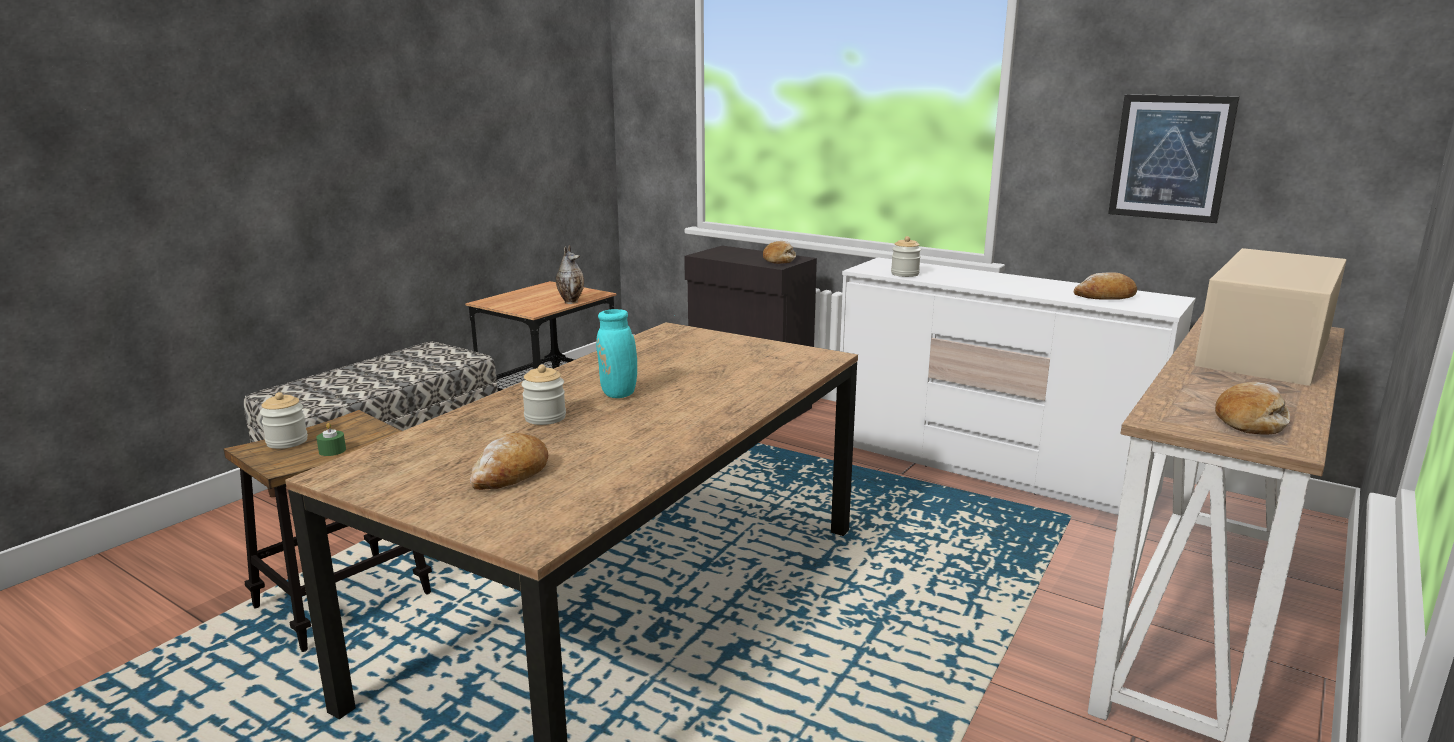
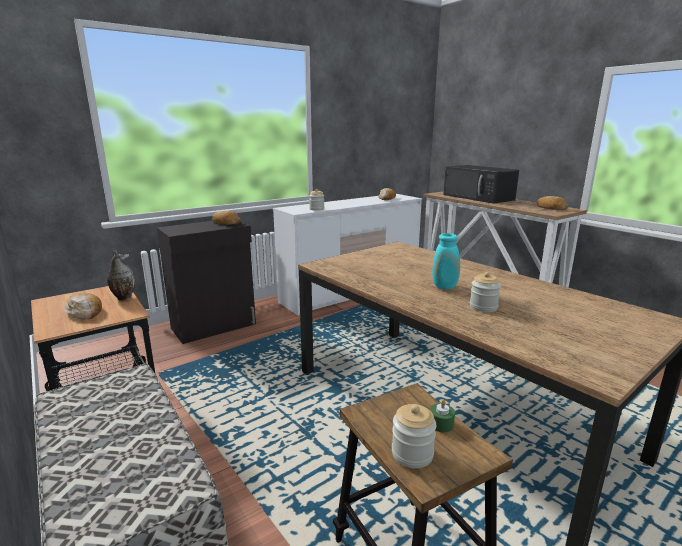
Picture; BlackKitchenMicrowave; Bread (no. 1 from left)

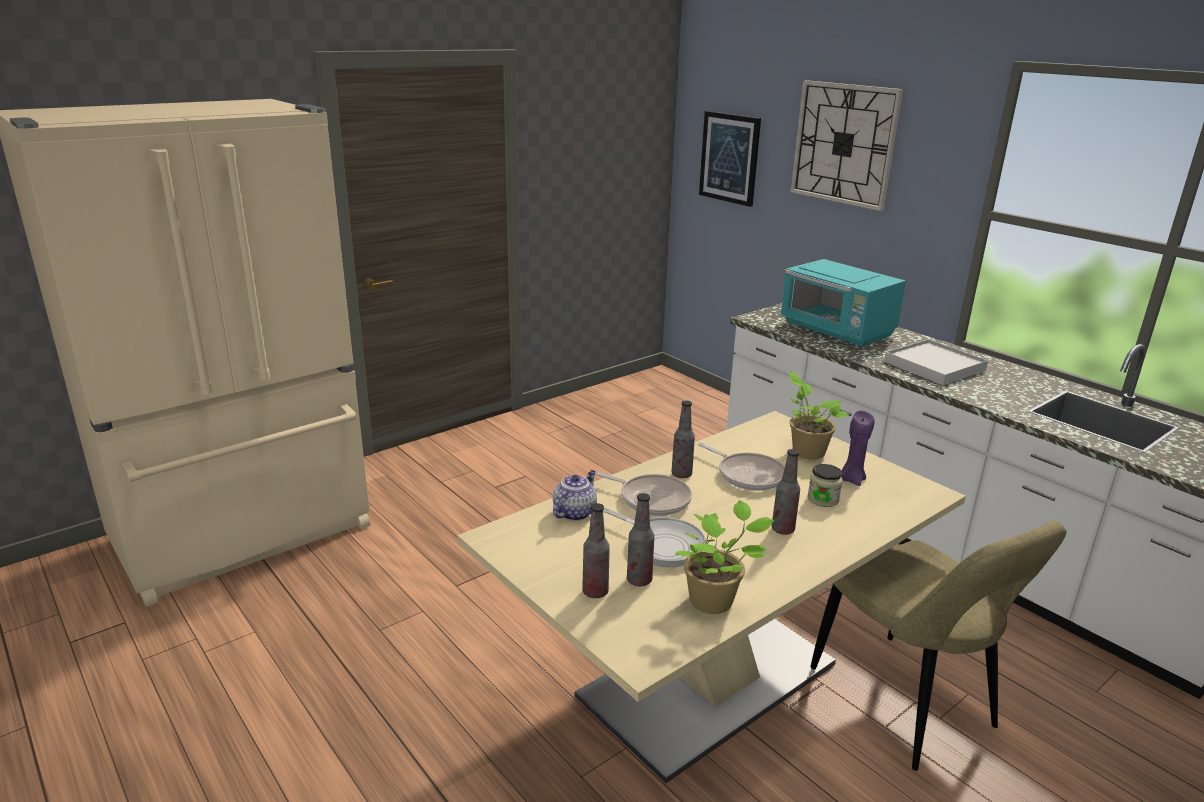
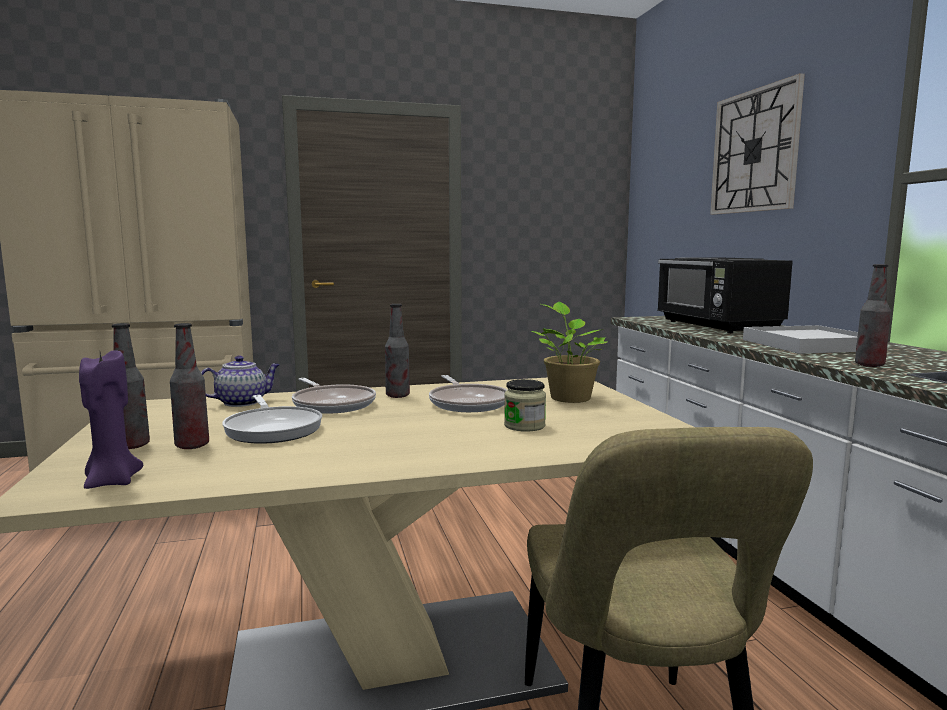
Picture; BlackKitchenMicrowave; PurpleCandle; DrinkBottle (no. 4 from left); PlantInAPot (no. 1 from left in the first image)

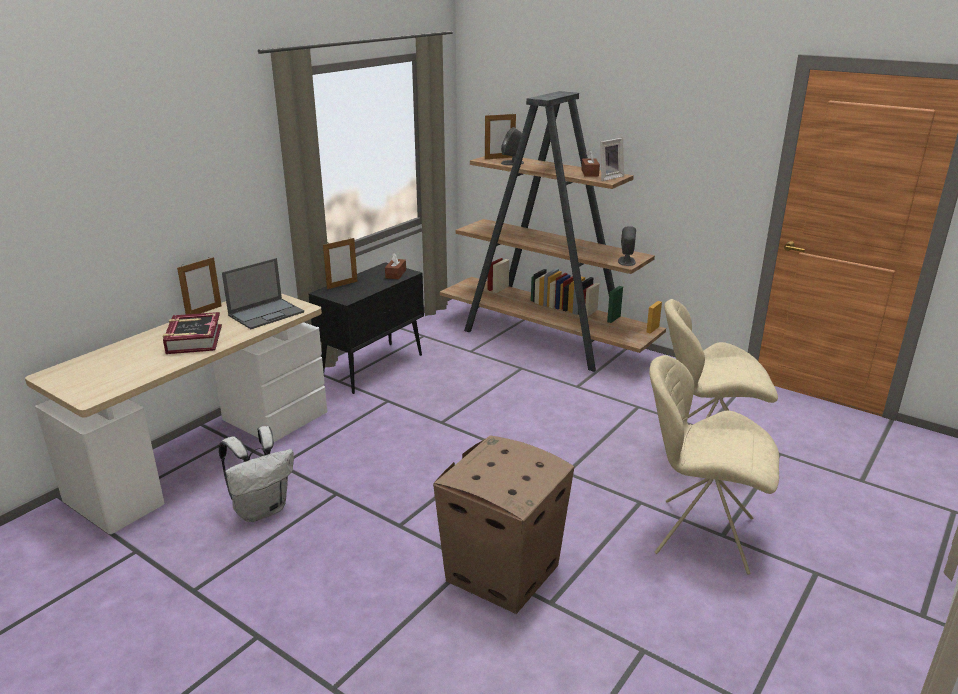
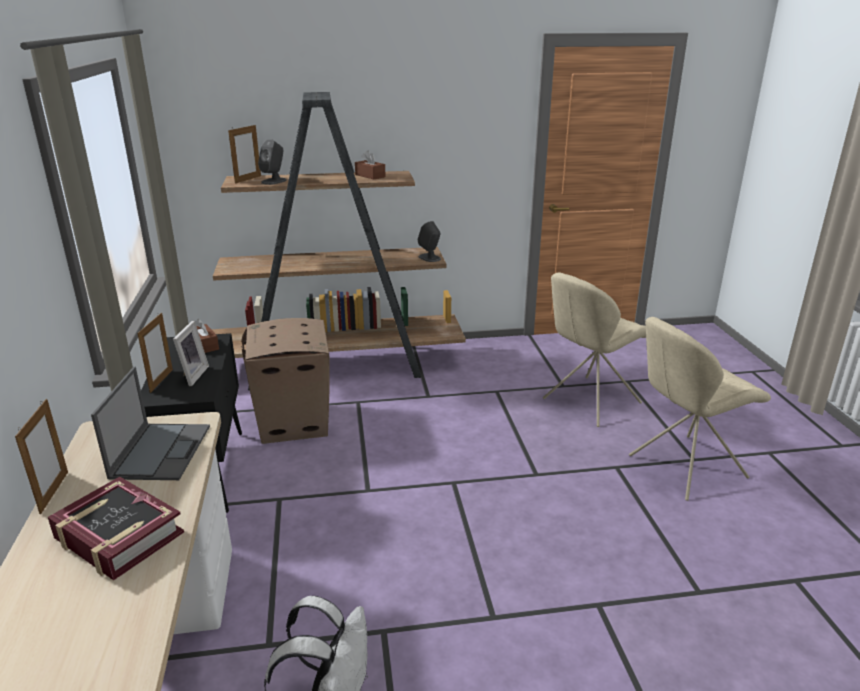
PhotoFrame (no. 3 from left); CardboardBox

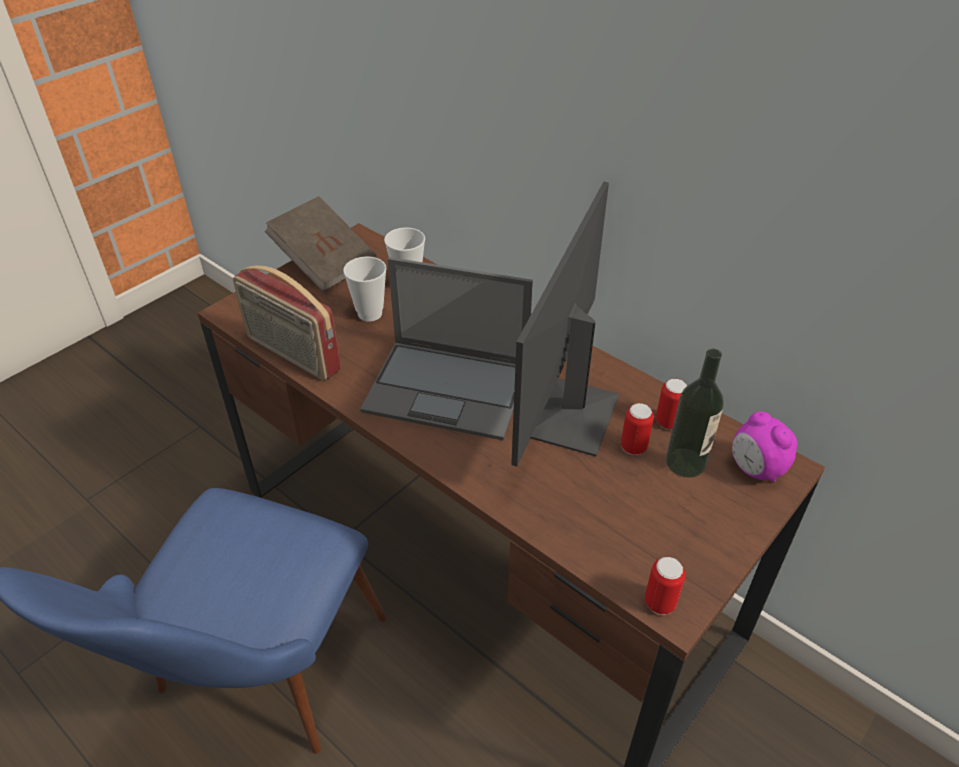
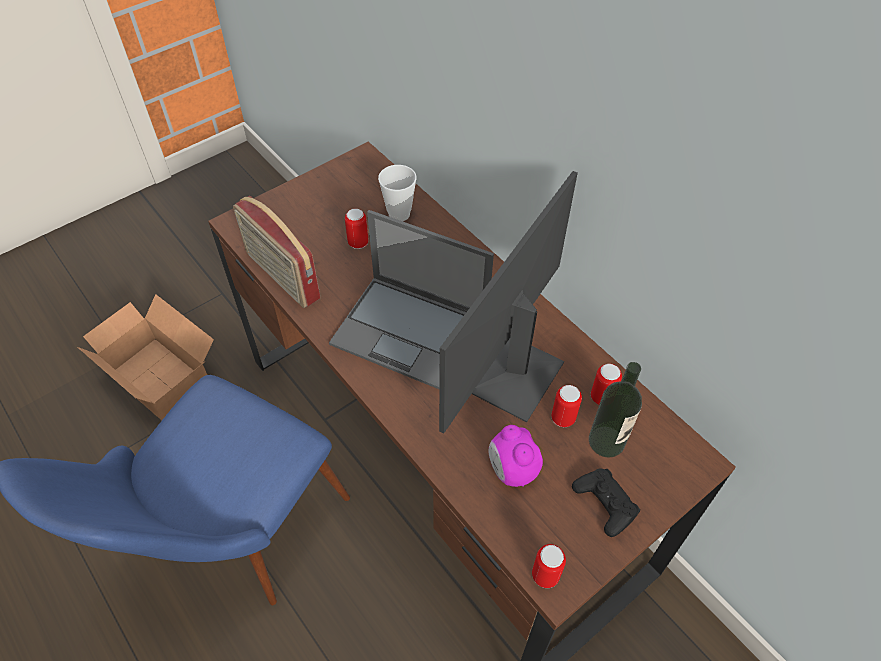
BrownBoundBook; Can (no. 1 from left); TableClock; CardboardBox; BlackJoypad

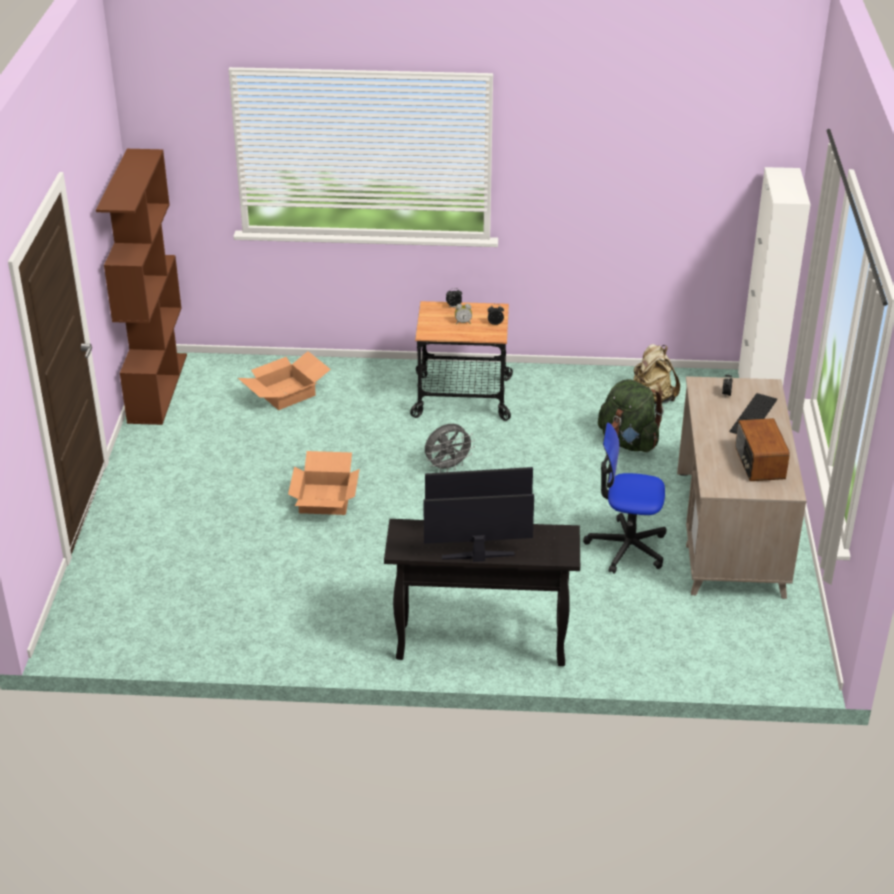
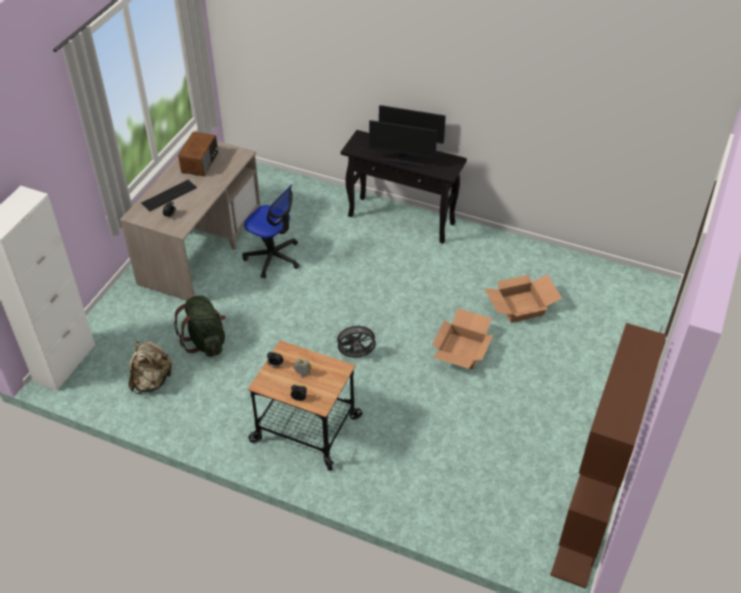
CardboardBox (no. 2 from left)

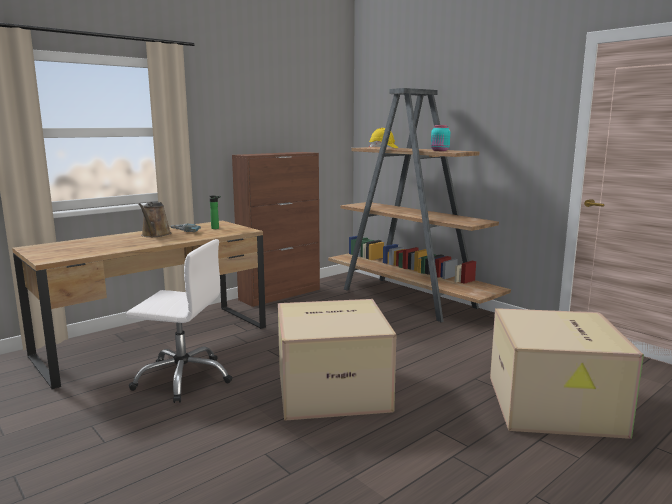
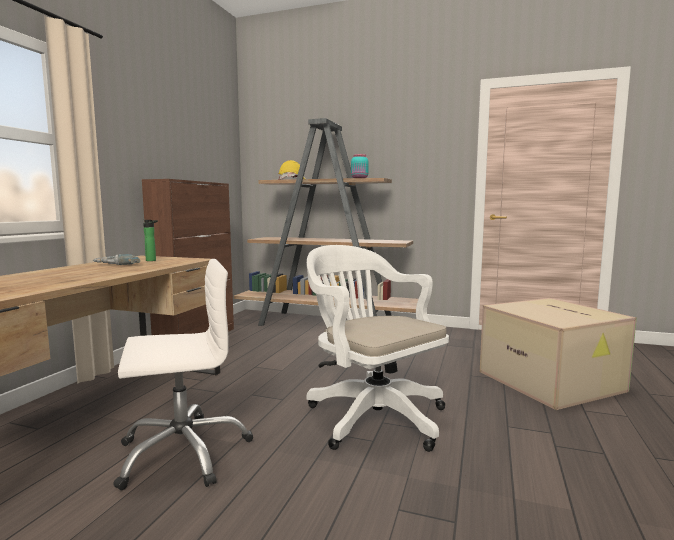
BrownSprinklingCan; WhiteColouredOfficeChair (no. 2 from left)

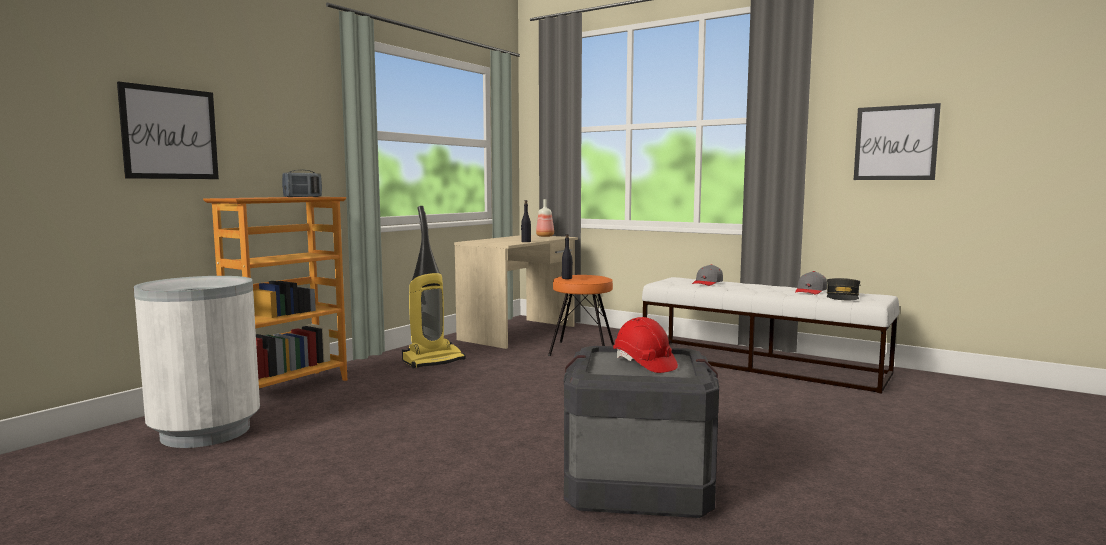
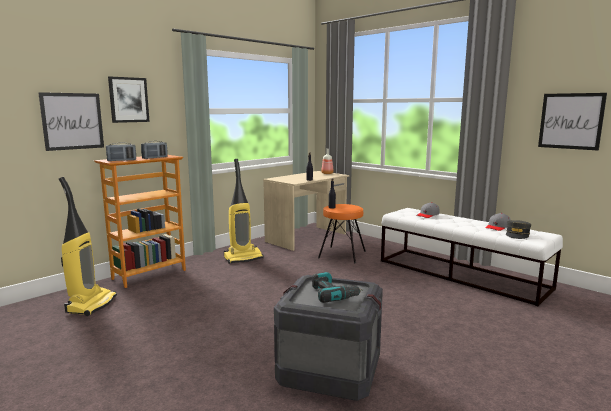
VacuumCleaner (no. 1 from left); Drill; Picture (no. 2 from left); RadioReceiver (no. 1 from left)

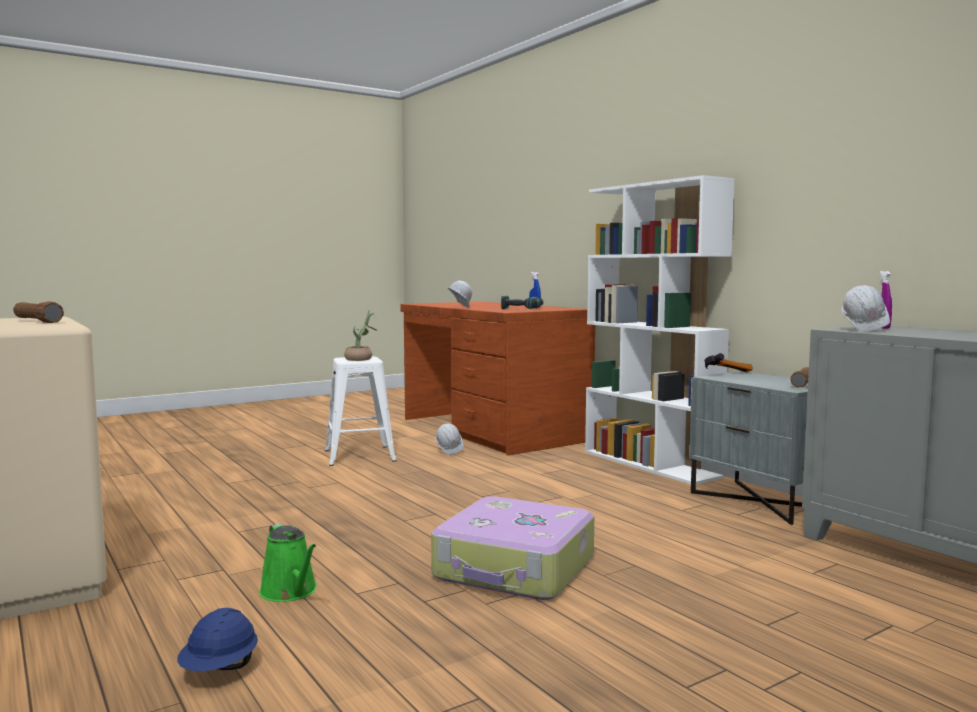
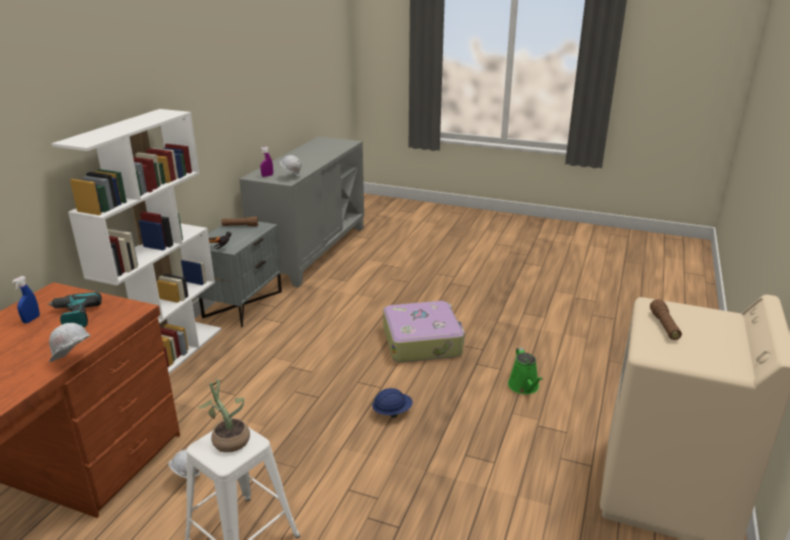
GreenishSprinklingCan; BlueColouredWorkHelmet

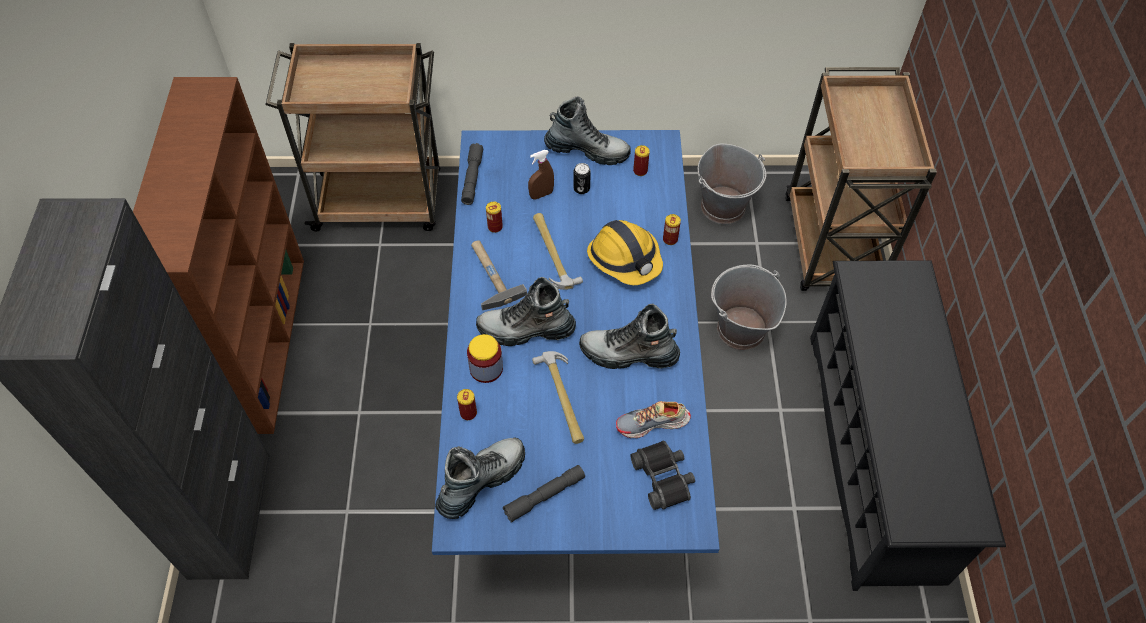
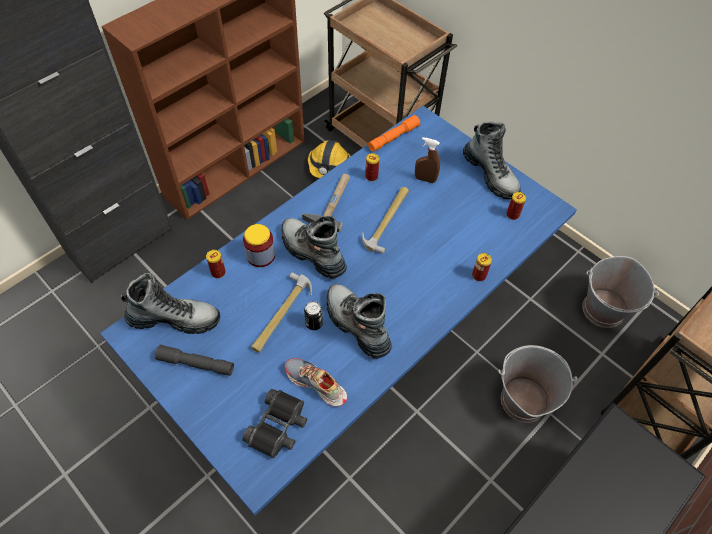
OrangeyFlashlight; Can (no. 2 from left); WorkHelmet

